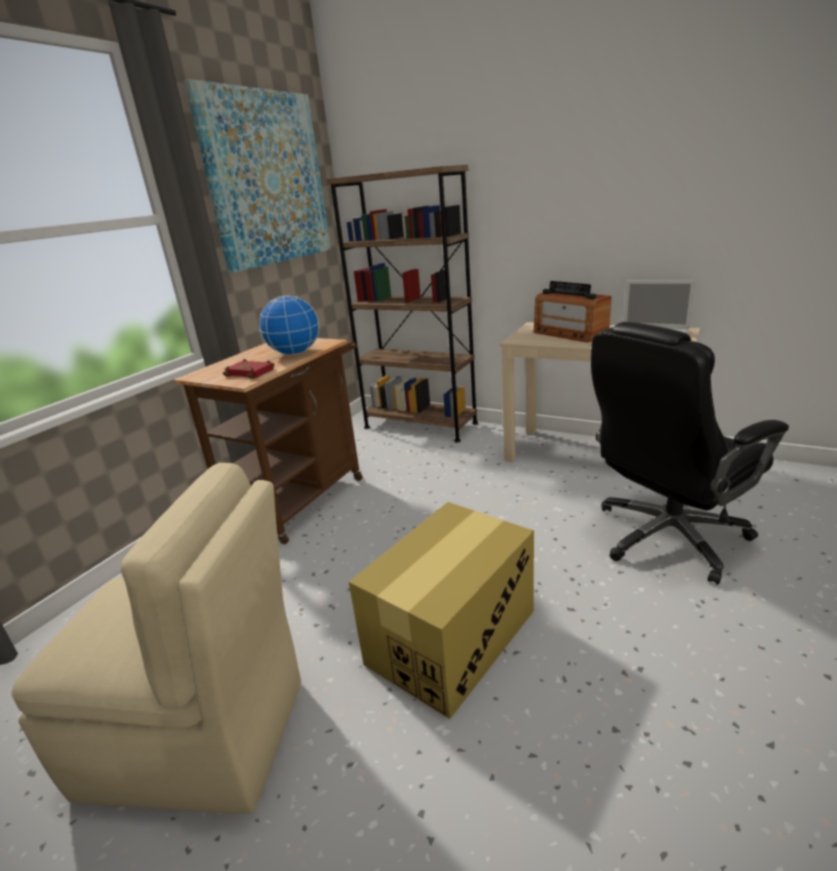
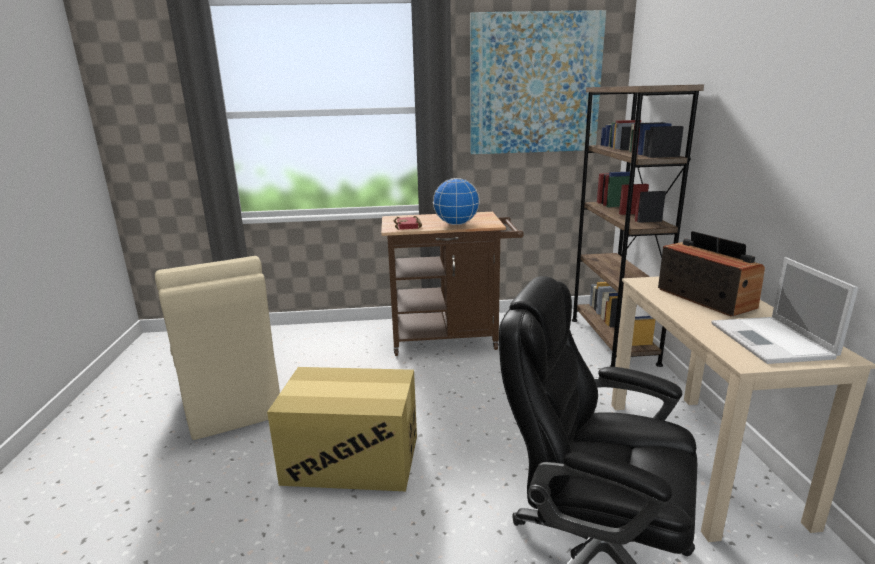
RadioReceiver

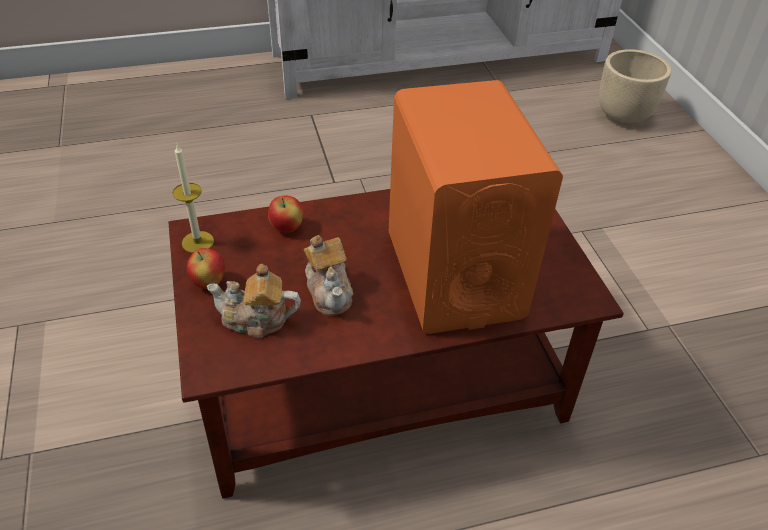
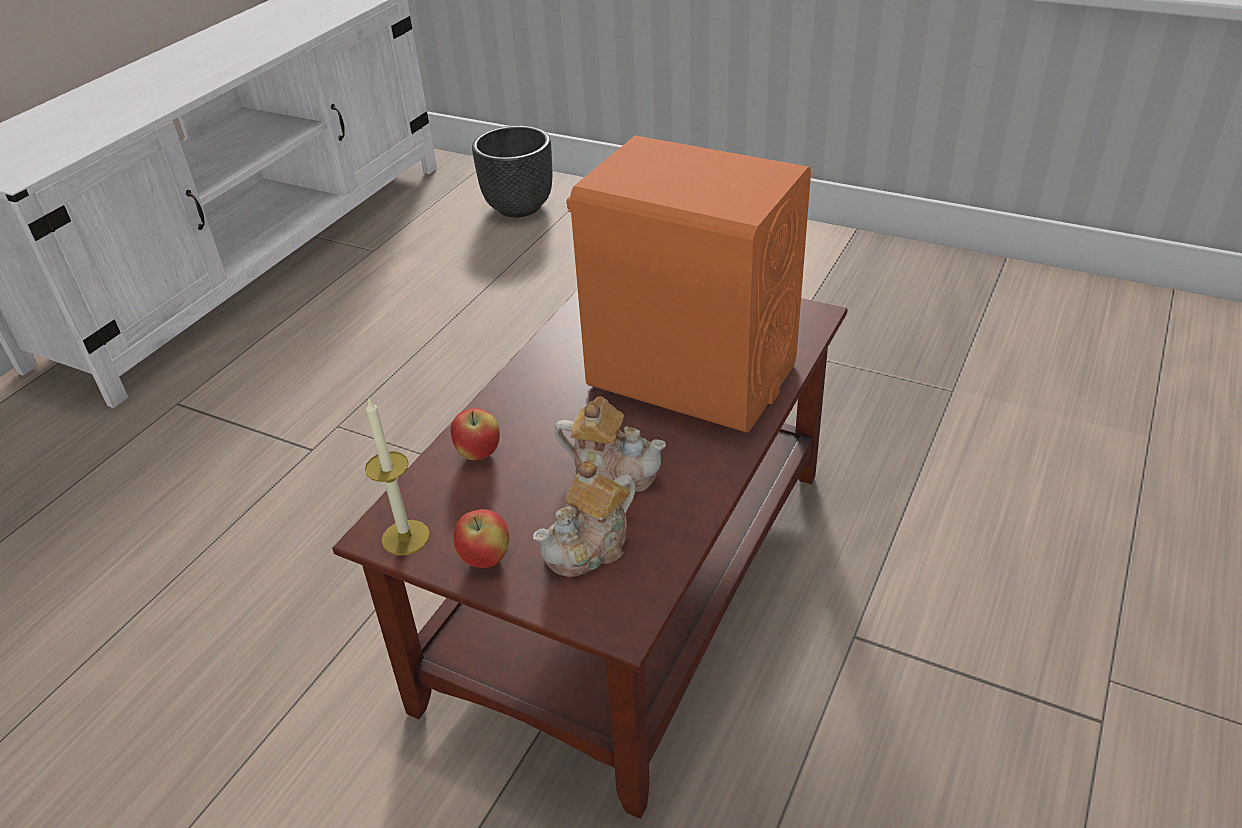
BlackPlantPot

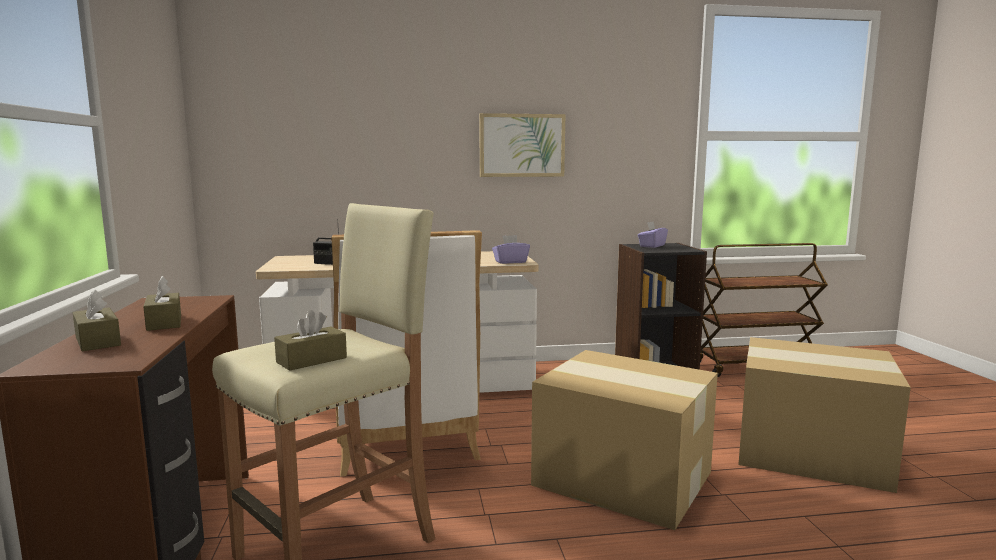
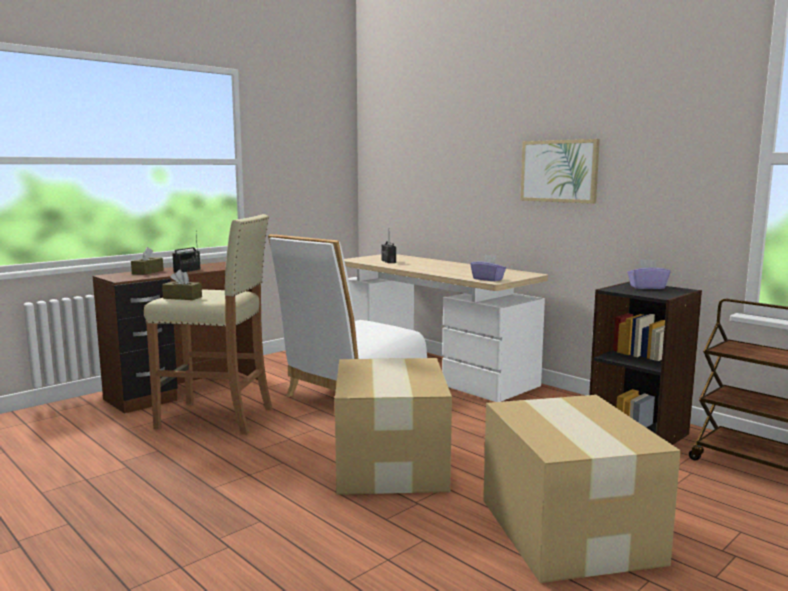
RadioReceiver (no. 1 from left)

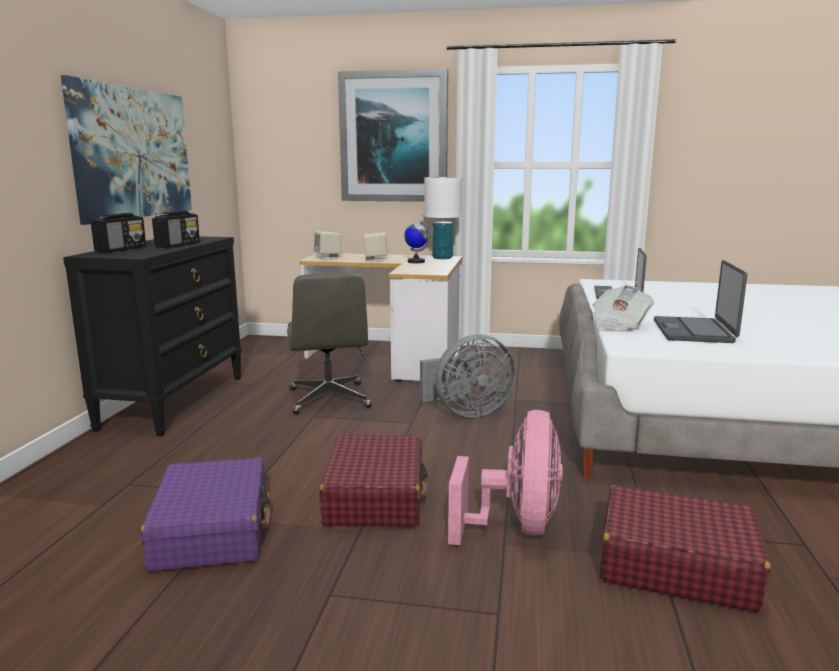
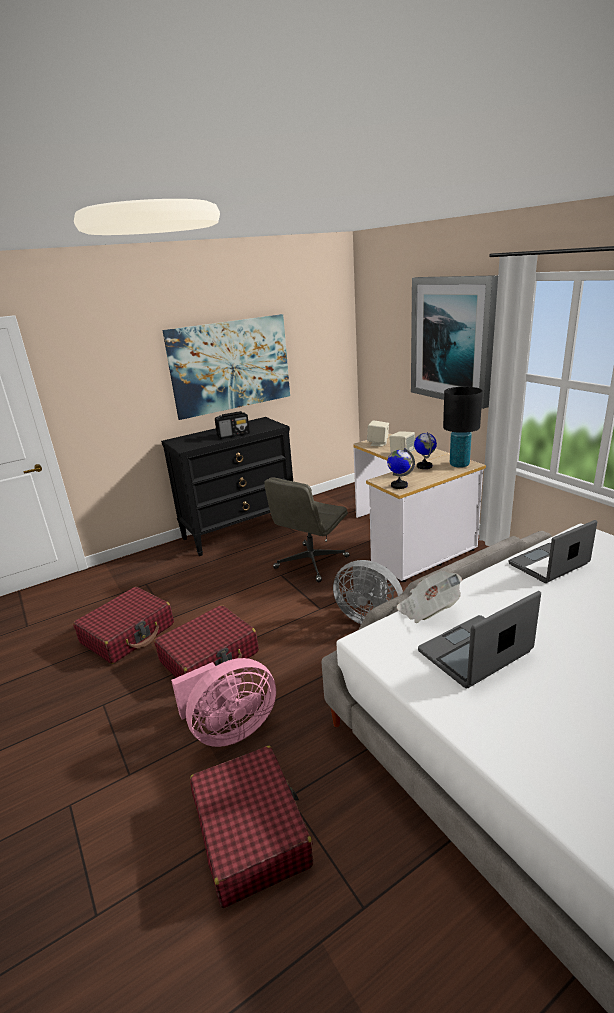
BlackTabletopLamp; RadioReceiver (no. 1 from left in the first image); ReddishSuitcase (no. 1 from left); Globe (no. 1 from left)

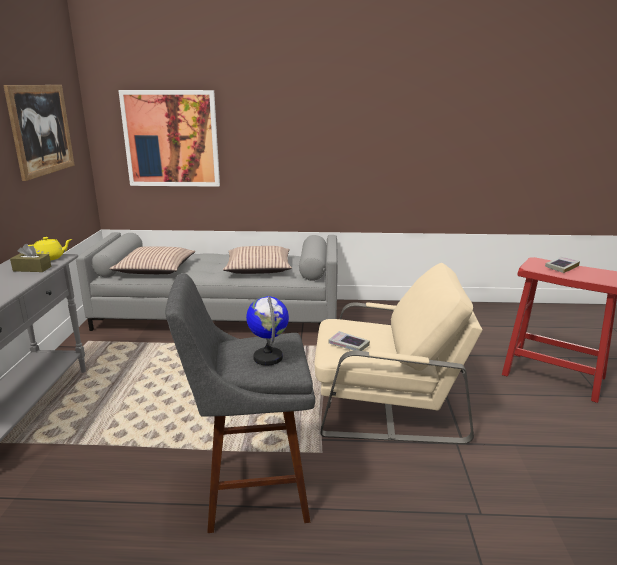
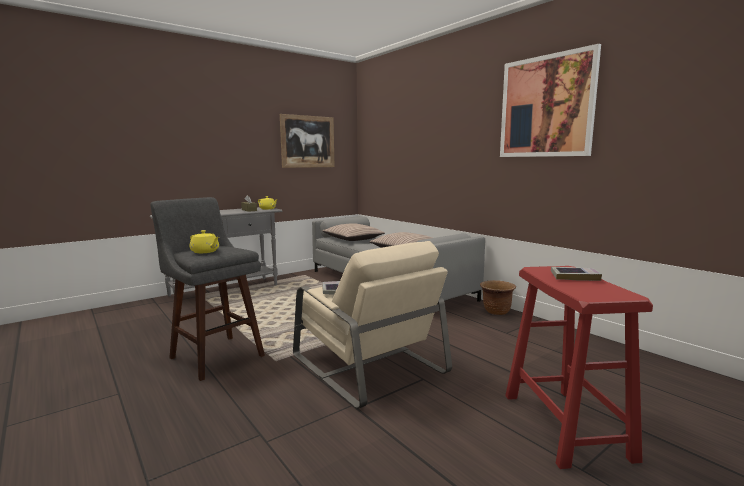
Picture (no. 2 from left); YellowTeapot (no. 1 from left); BrownPlantPot

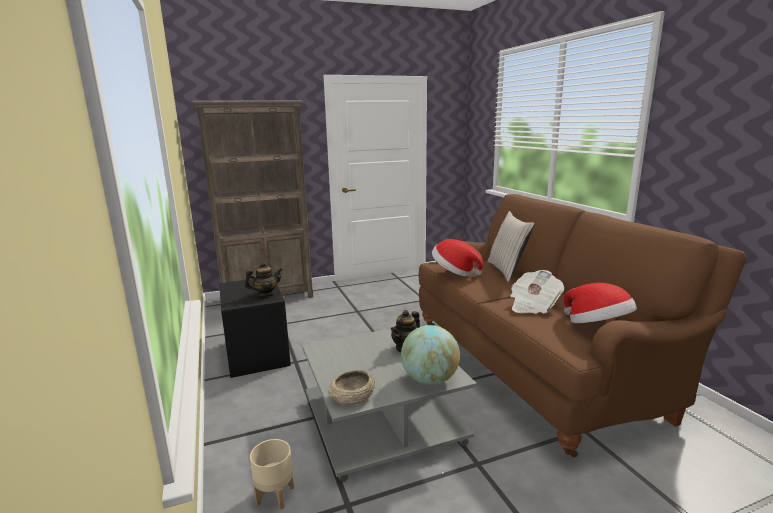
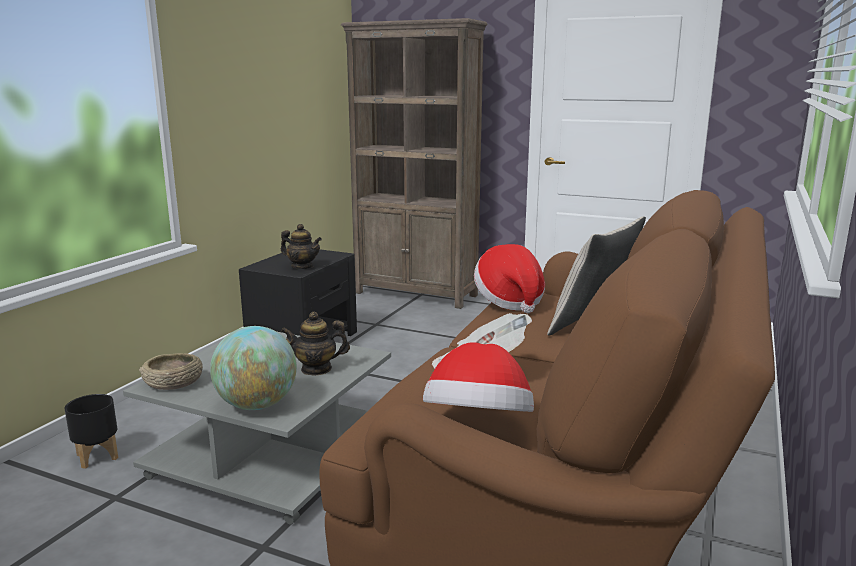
BlackPlantPot

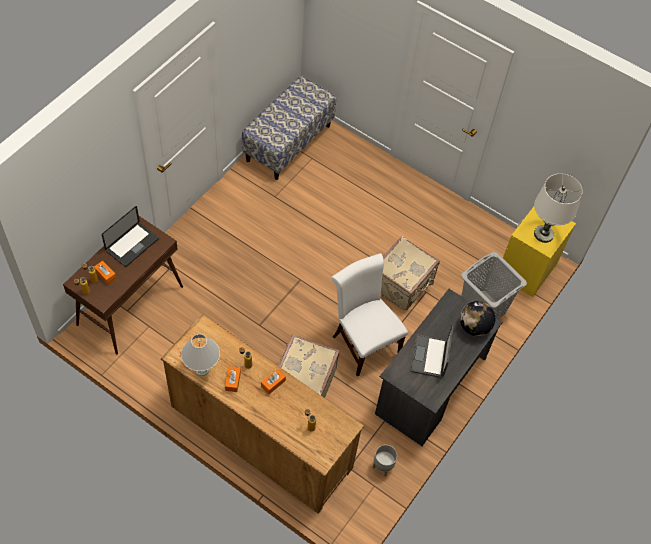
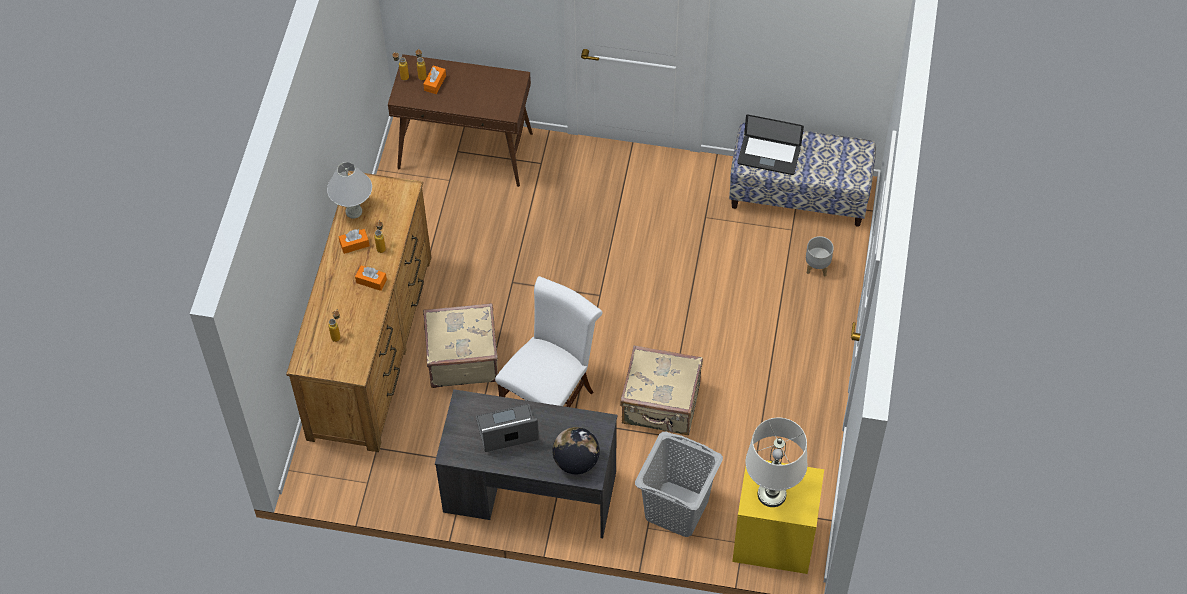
Laptop (no. 2 from left); GrayPlantPot

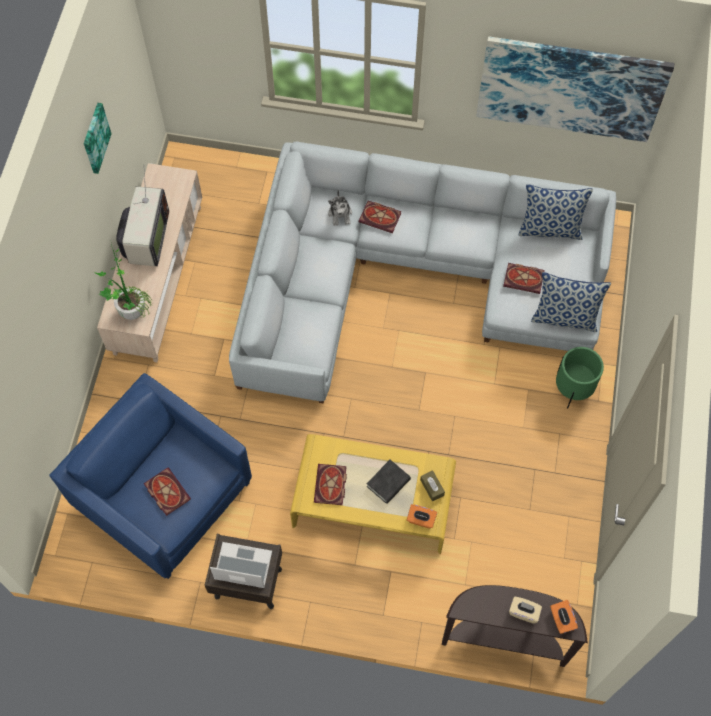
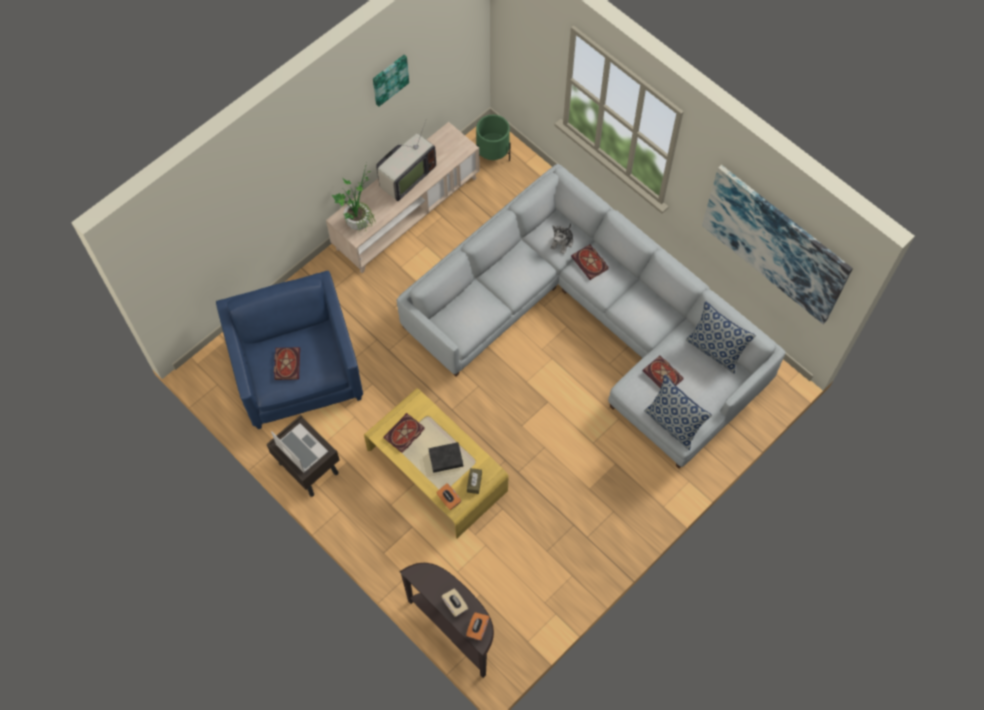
GreenishPlantPot

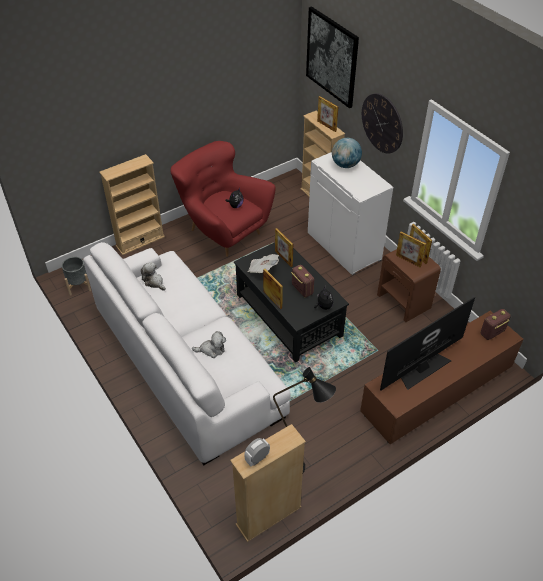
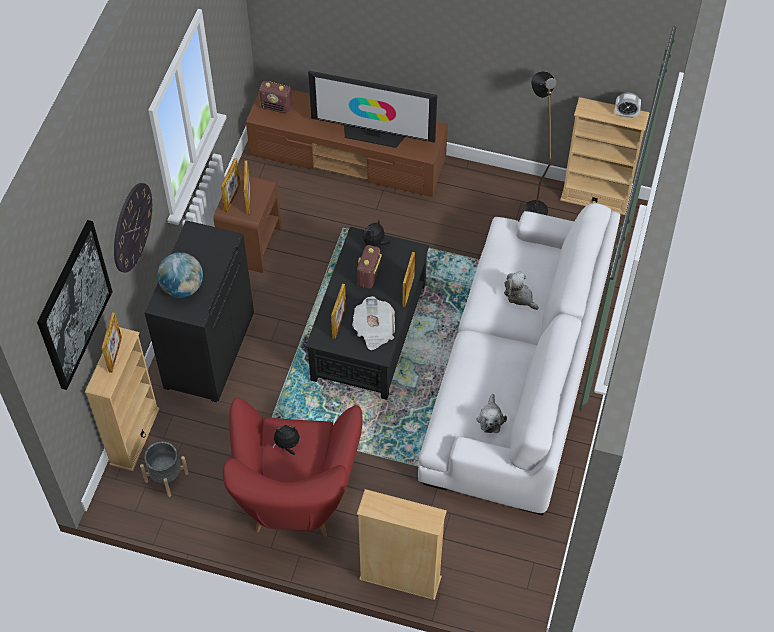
BlackStorageCabinet; GrayPlantPot

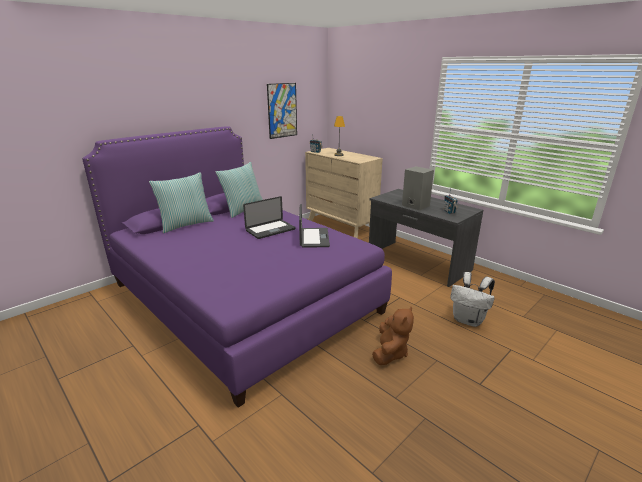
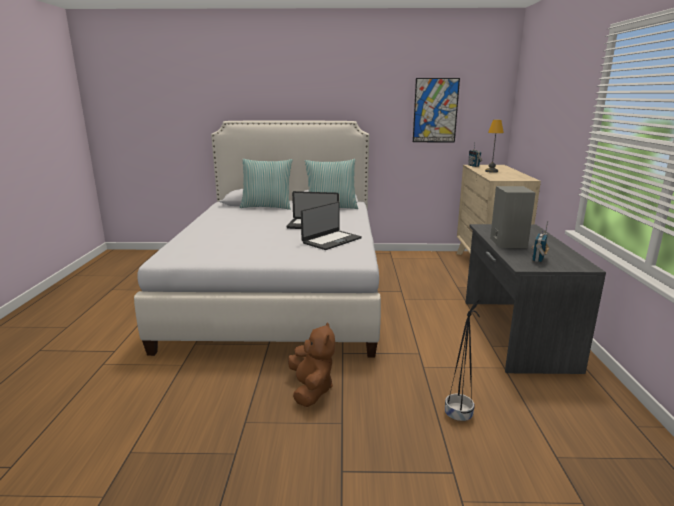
WhiteColouredSleepingBed; BlackPlantPot; BrownSoftToy

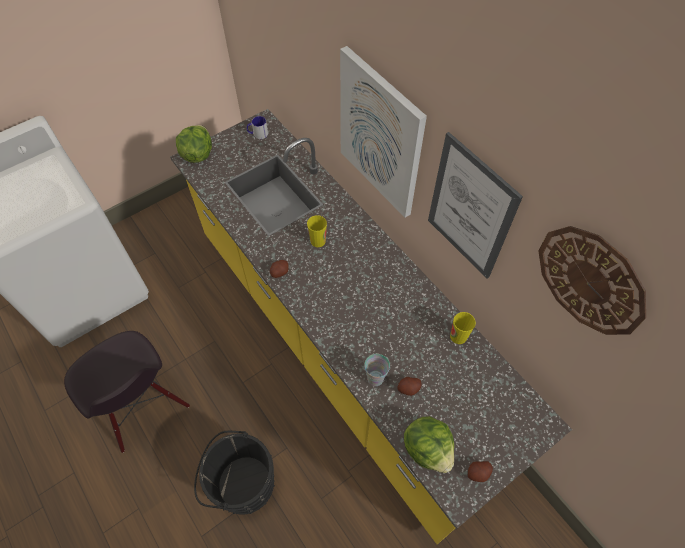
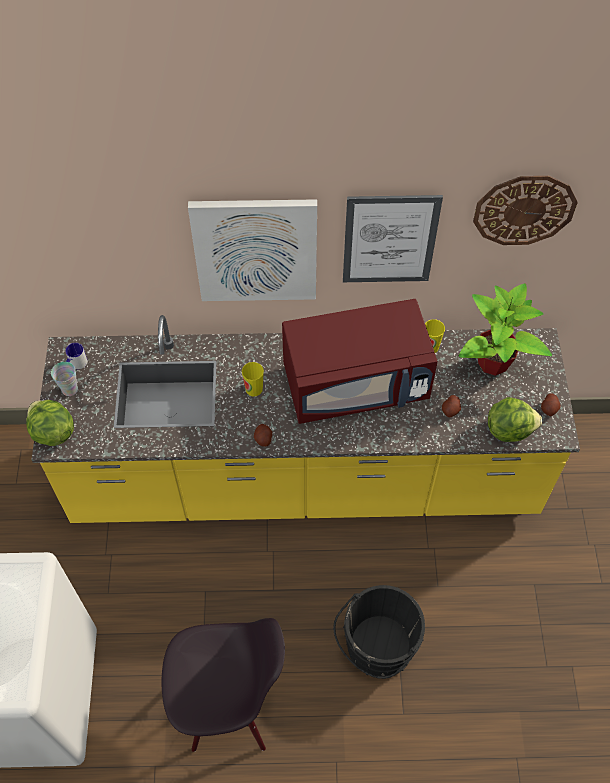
DrinkingCup (no. 1 from left); PlantInAPot; ReddishKitchenMicrowave

